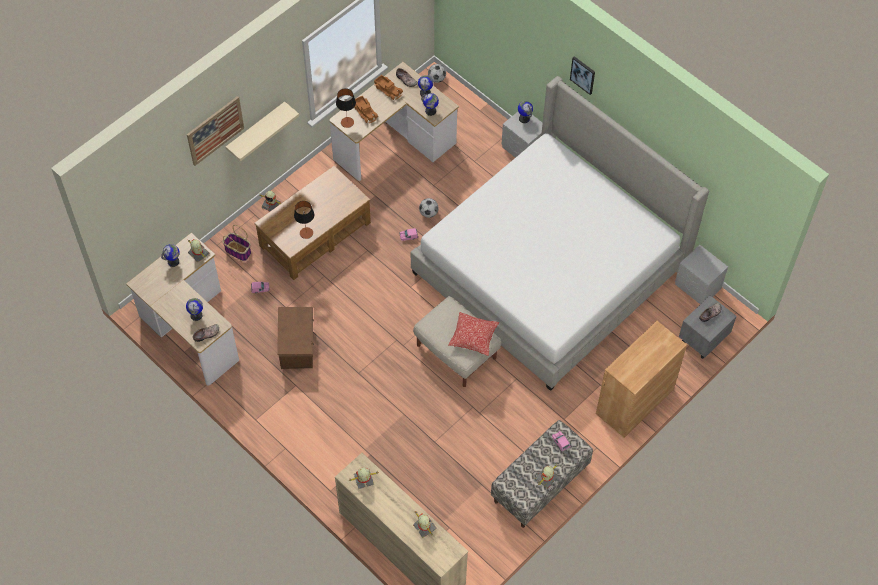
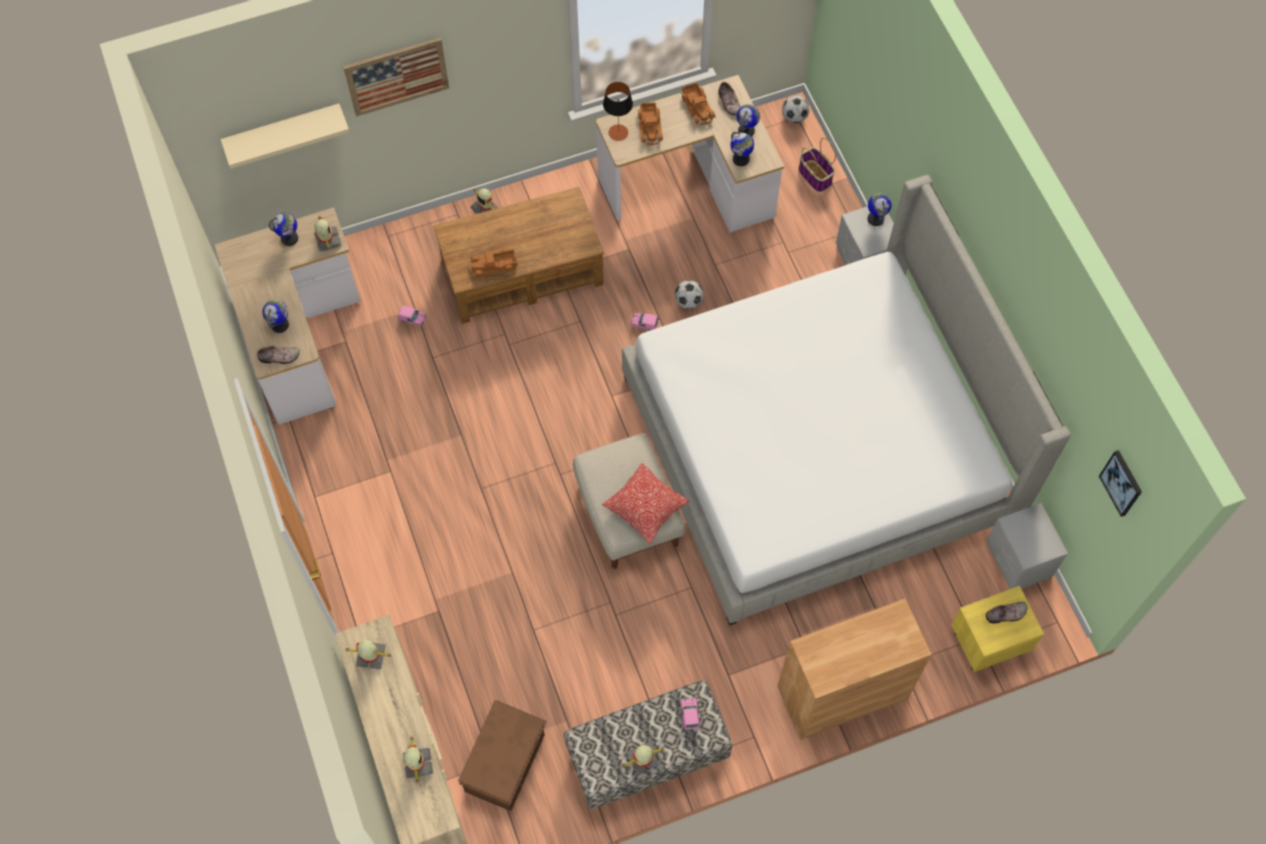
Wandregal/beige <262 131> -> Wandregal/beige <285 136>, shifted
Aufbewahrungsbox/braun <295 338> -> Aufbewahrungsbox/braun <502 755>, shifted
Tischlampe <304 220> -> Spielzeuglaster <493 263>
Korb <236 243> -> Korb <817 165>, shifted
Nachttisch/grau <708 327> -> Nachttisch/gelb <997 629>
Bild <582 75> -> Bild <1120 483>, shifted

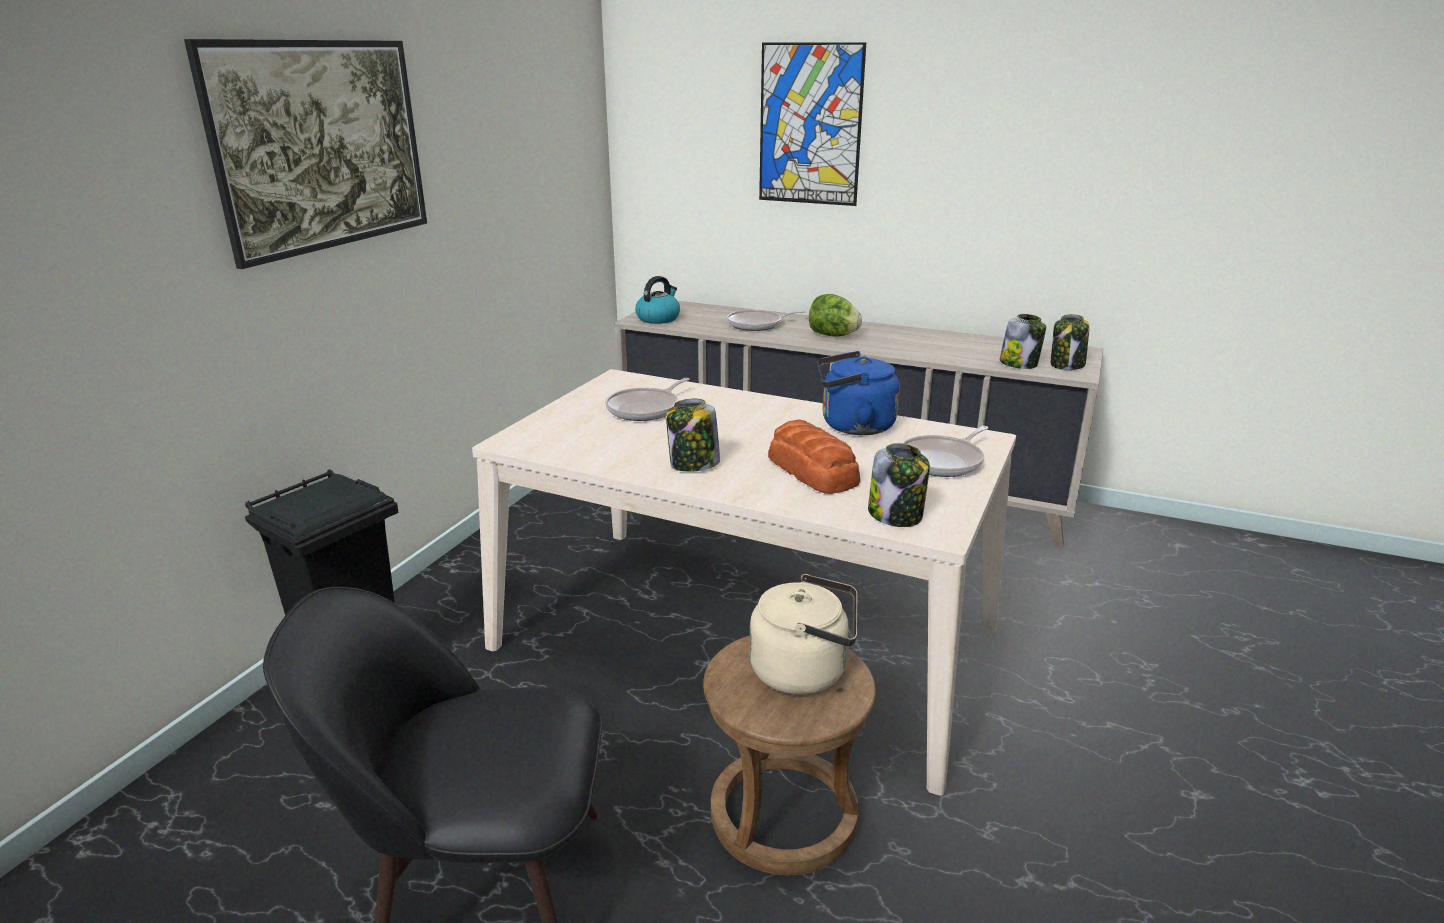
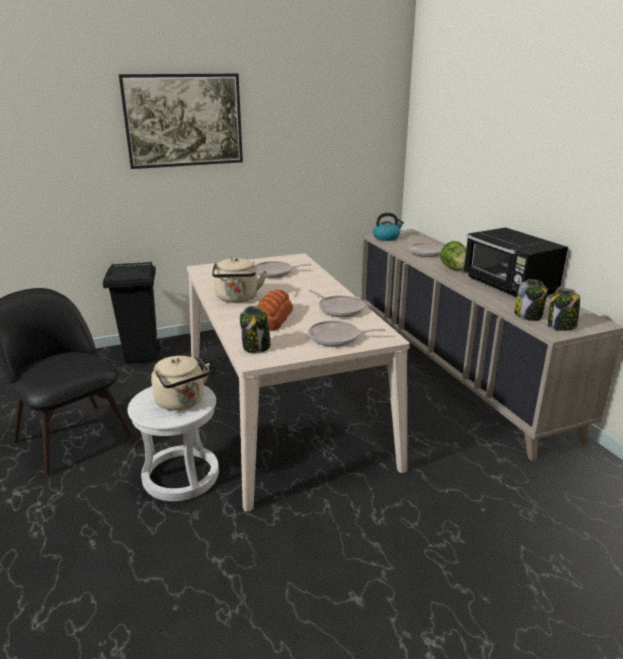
Hocker/braun <789 755> -> Hocker/weiß <173 443>
Vorratsglas <693 435> -> Wasserkessel/beige <239 280>
Wasserkessel/blau <858 393> -> Pfanne <337 303>
none -> Mikrowelle/schwarz <516 262>
Bild <812 124> -> none

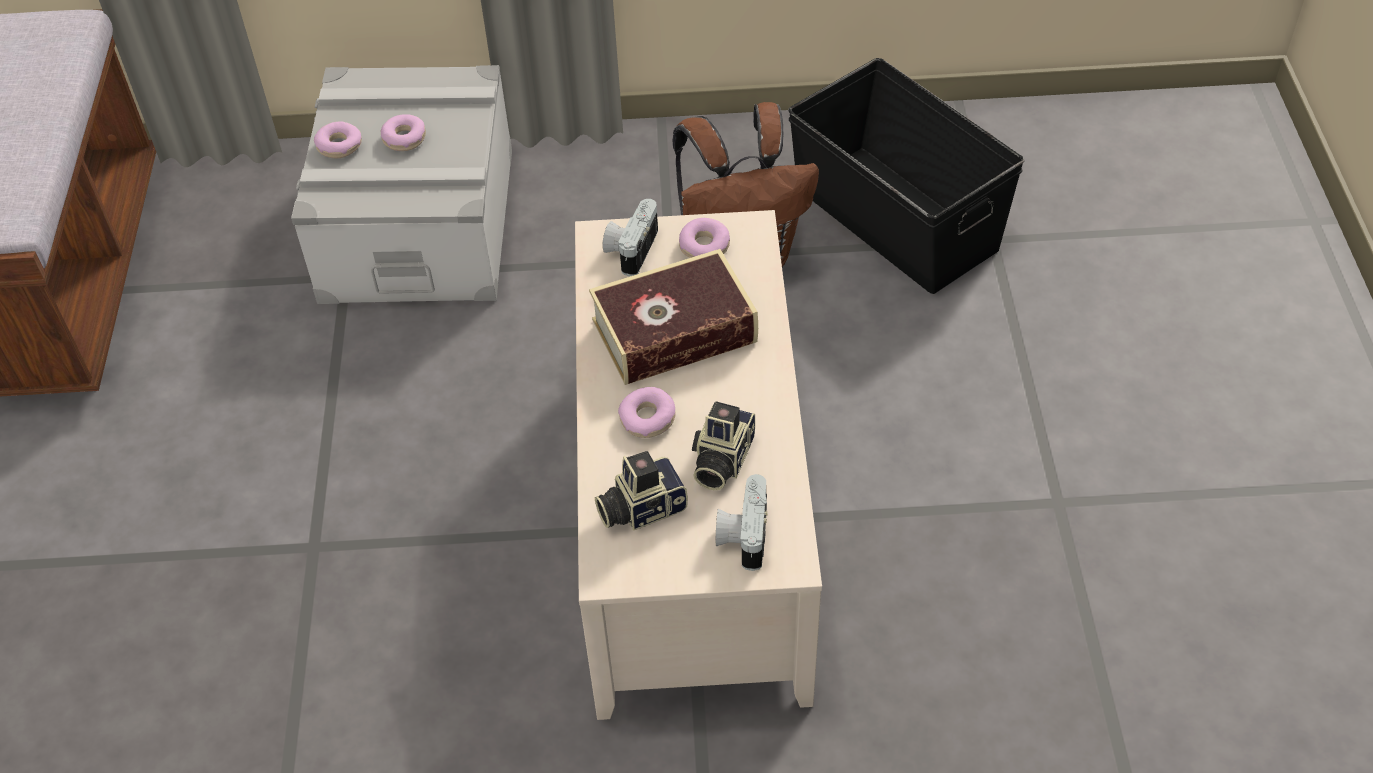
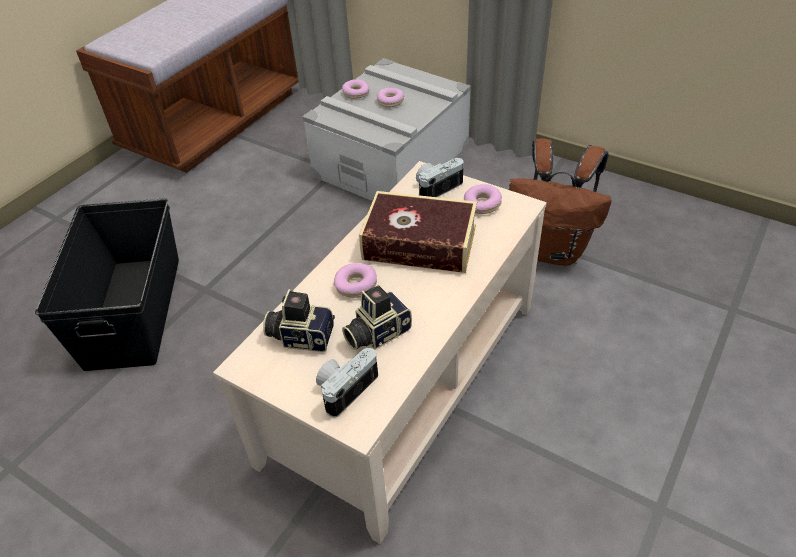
Aufbewahrungsbox/schwarz <906 176> -> Aufbewahrungsbox/schwarz <107 284>, shifted

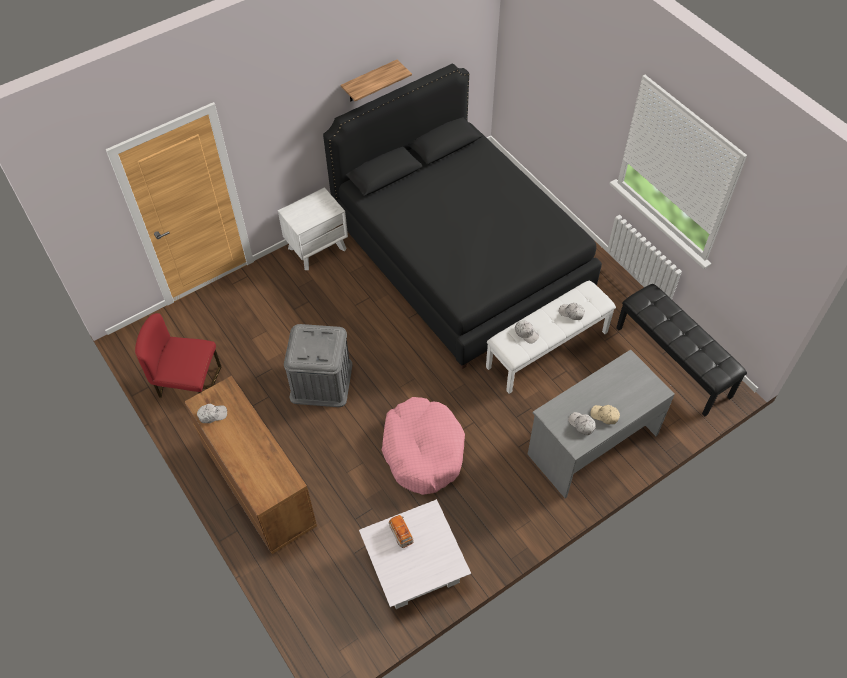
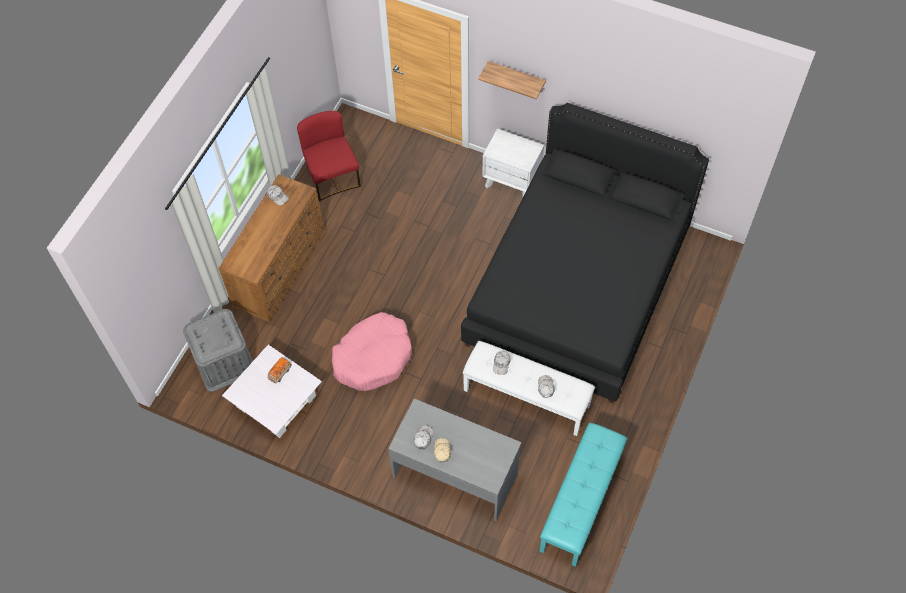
Aufbewahrungsbox/grau <318 365> -> Aufbewahrungsbox/grau <218 350>, shifted
Wandregal <376 80> -> Wandregal <512 80>, shifted
Bank/schwarz <681 350> -> Bank/türkis <583 495>

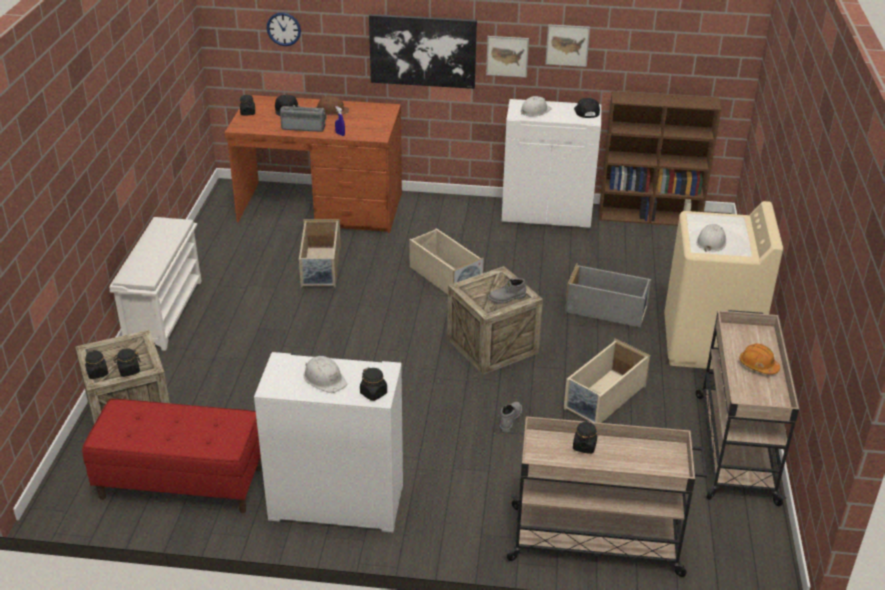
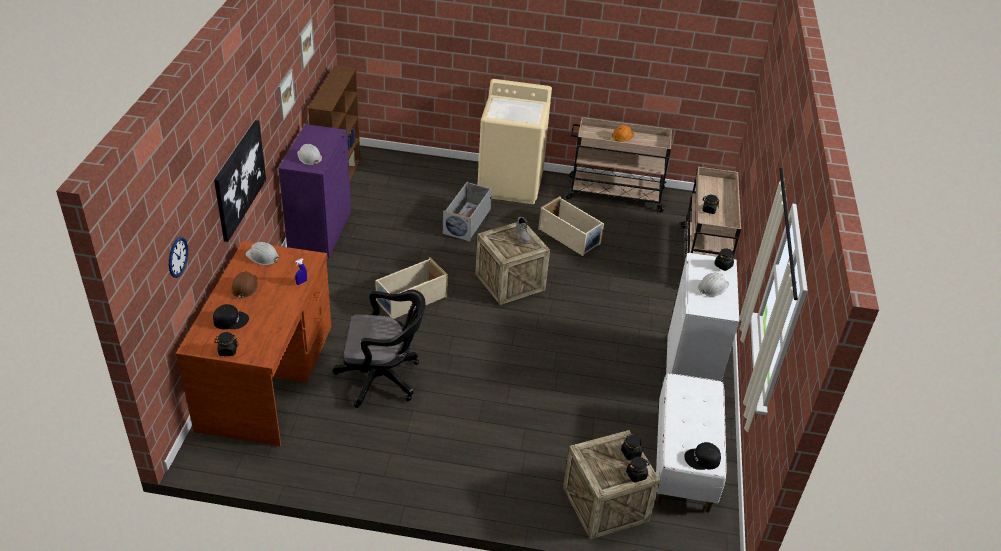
Schutzhelm/weiß <711 238> -> Schutzhelm/weiß <262 253>, shifted
Schrank/weiß <551 164> -> Schrank/lila <315 192>
Bild <507 57> -> Bild <307 44>, shifted
Aufbewahrungsbox/beige <320 253> -> Bürostuhl/schwarz <379 349>
Bank/rot <171 456> -> Bank/weiß <691 443>
Kappe/schwarz <587 108> -> Kappe/schwarz <702 456>, shifted
Schuhregal/weiß <155 284> -> none
Radio <303 118> -> none
Stiefel/grau <511 417> -> none

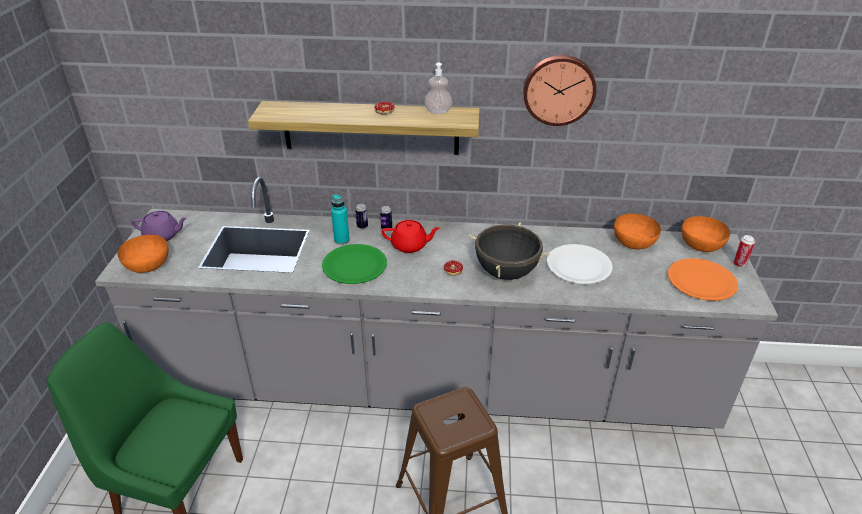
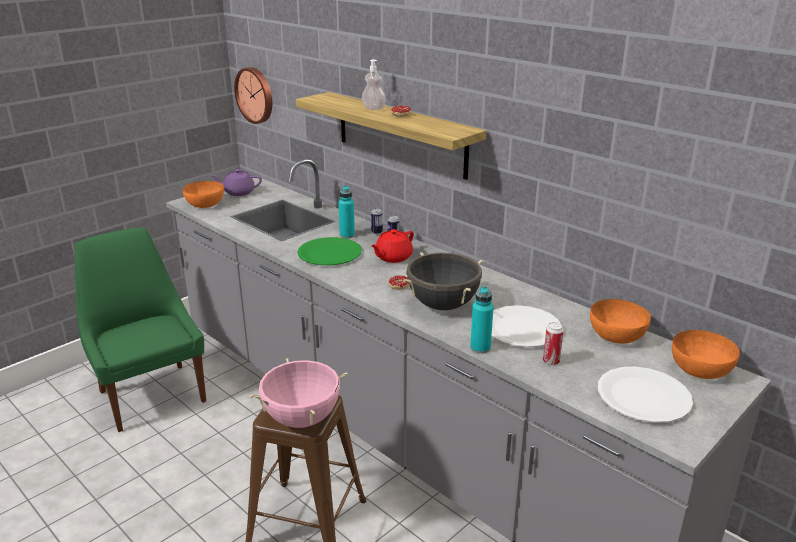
Teekanne/lila <159 226> -> Teekanne/lila <236 182>, 135 degrees clockwise
Wanduhr <559 90> -> Wanduhr <253 95>, shifted
none -> Kochtopf/rosa <299 393>
Seifenspender <438 88> -> Seifenspender <374 85>, shifted
Teekanne/rot <411 236> -> Teekanne/rot <392 246>, 90 degrees clockwise
none -> Flasche/türkis <482 320>
Dose <744 251> -> Dose <553 343>, shifted
Teller/orange <702 279> -> Teller/weiß <645 394>

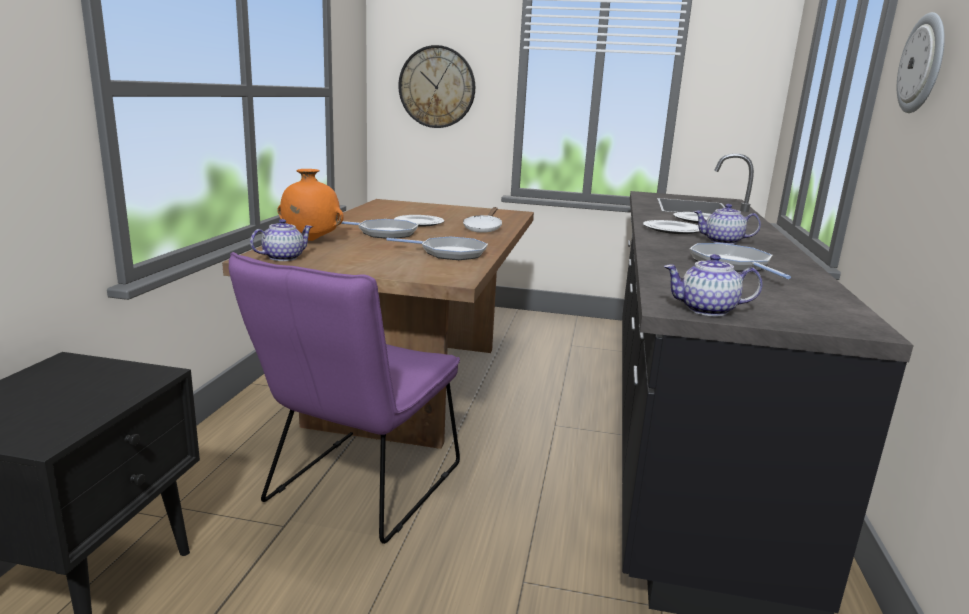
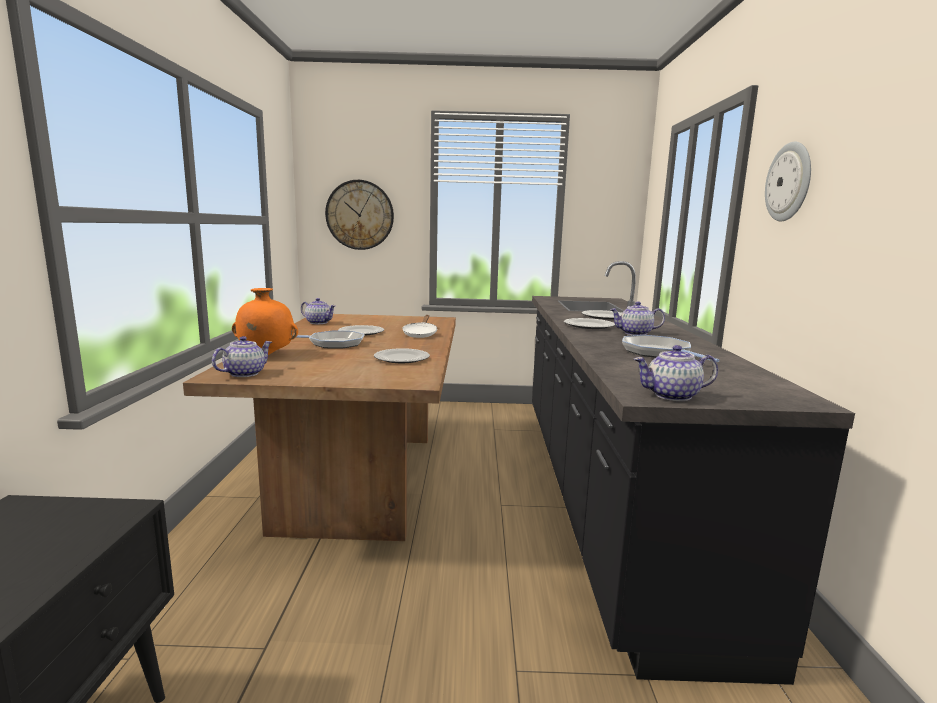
none -> Teekanne <318 311>
Pfanne <437 248> -> Teller <402 355>
Stuhl/lila <344 398> -> none

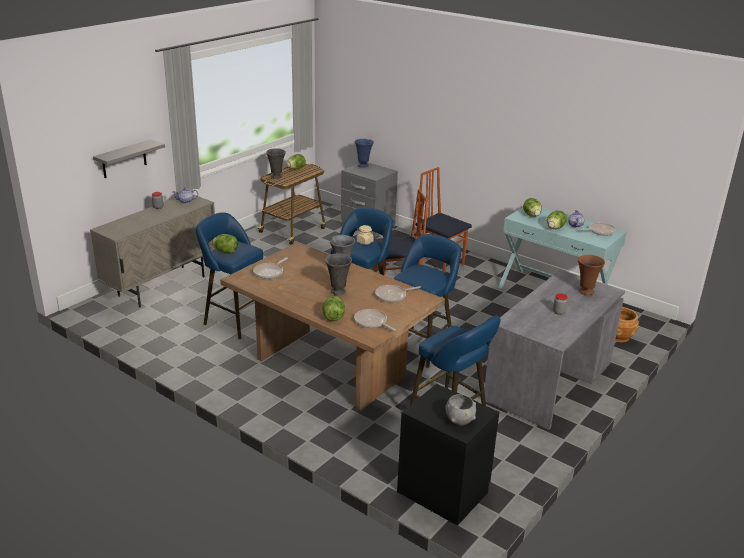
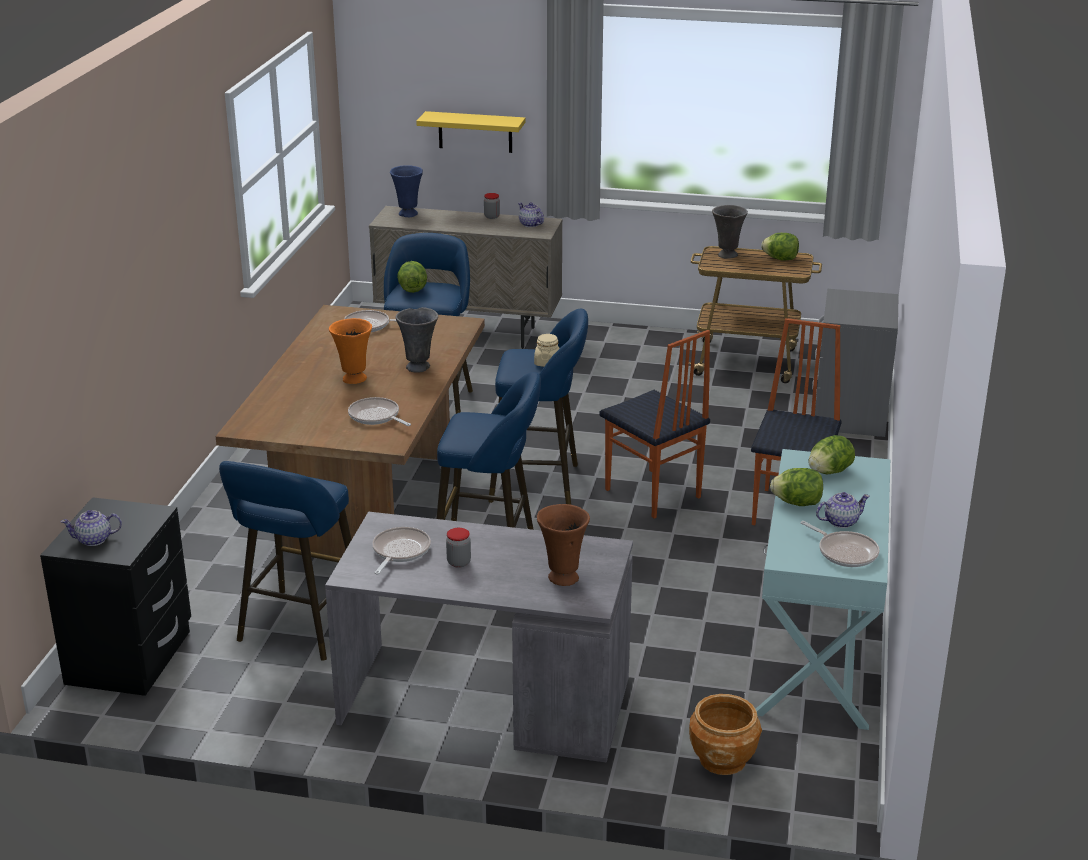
Schüssel/grau <460 409> -> Teekanne <91 528>
Vase/grau <338 275> -> Vase/orange <350 351>
Pfanne <375 320> -> Pfanne <401 551>, shifted
Vase/blau <364 153> -> Vase/blau <406 191>, shifted
Wandregal/grau <129 158> -> Wandregal/gelb <471 132>
Salatkopf <333 308> -> none

